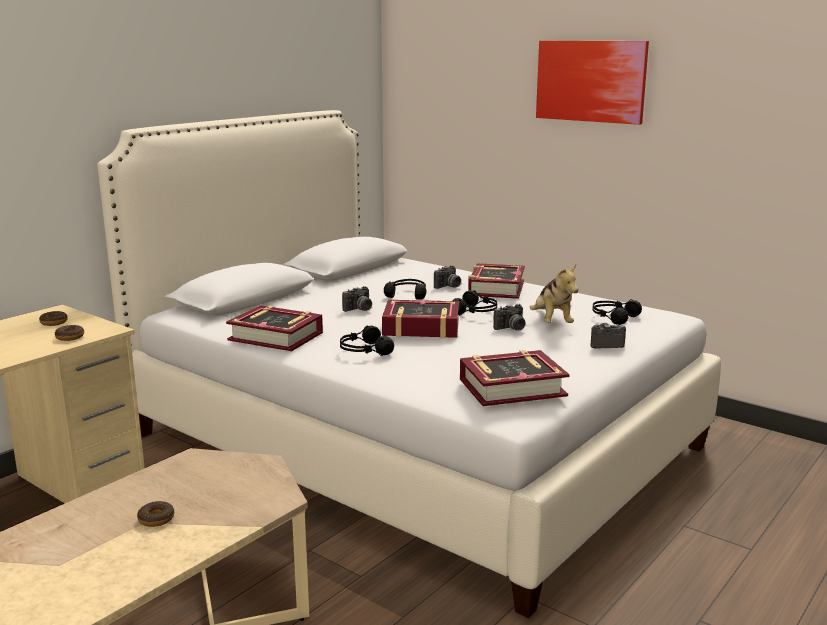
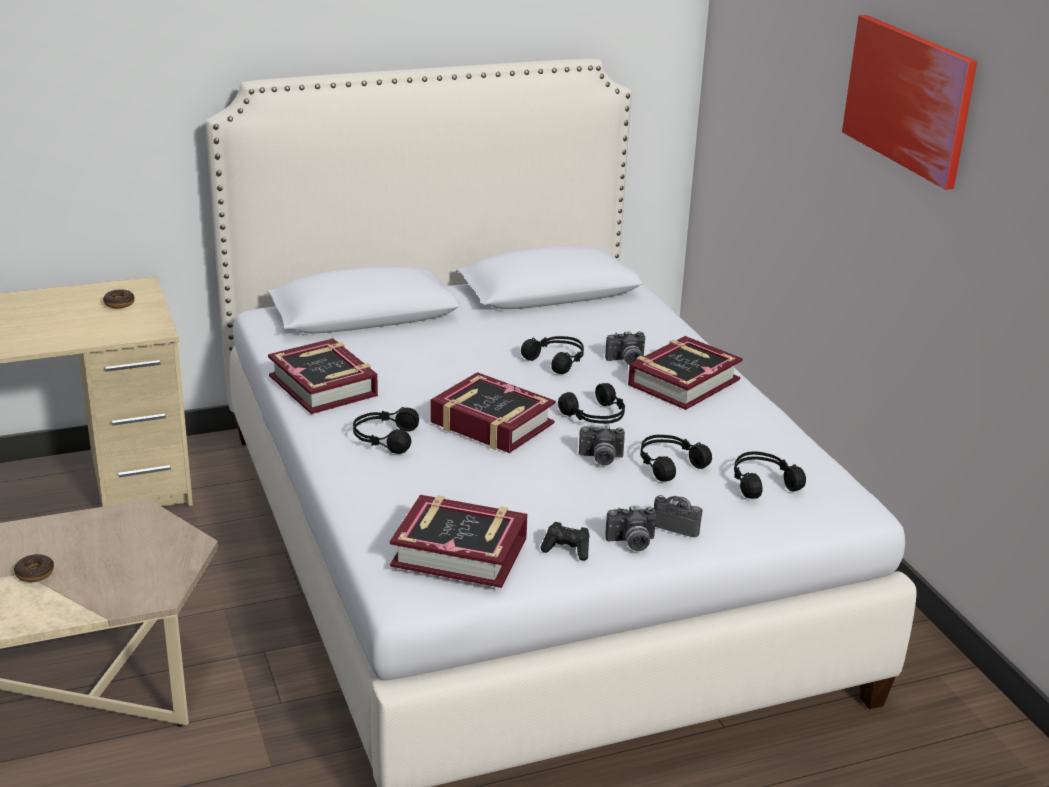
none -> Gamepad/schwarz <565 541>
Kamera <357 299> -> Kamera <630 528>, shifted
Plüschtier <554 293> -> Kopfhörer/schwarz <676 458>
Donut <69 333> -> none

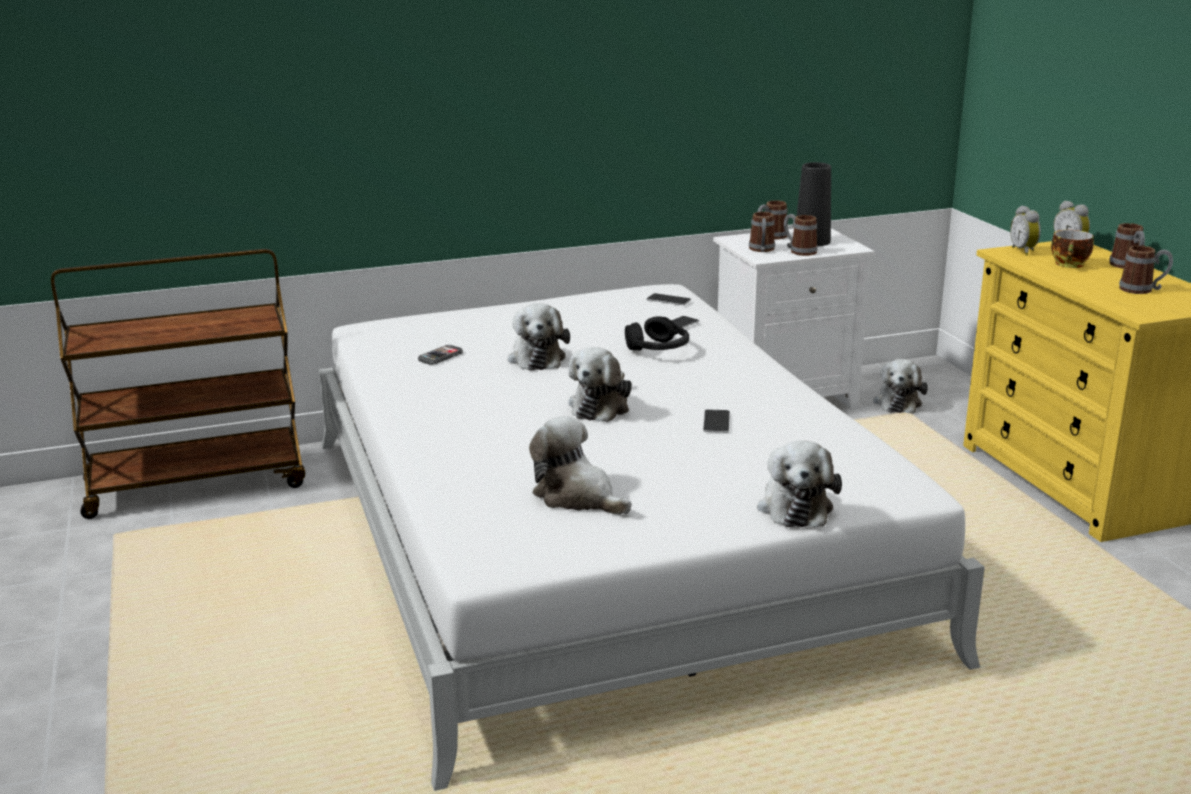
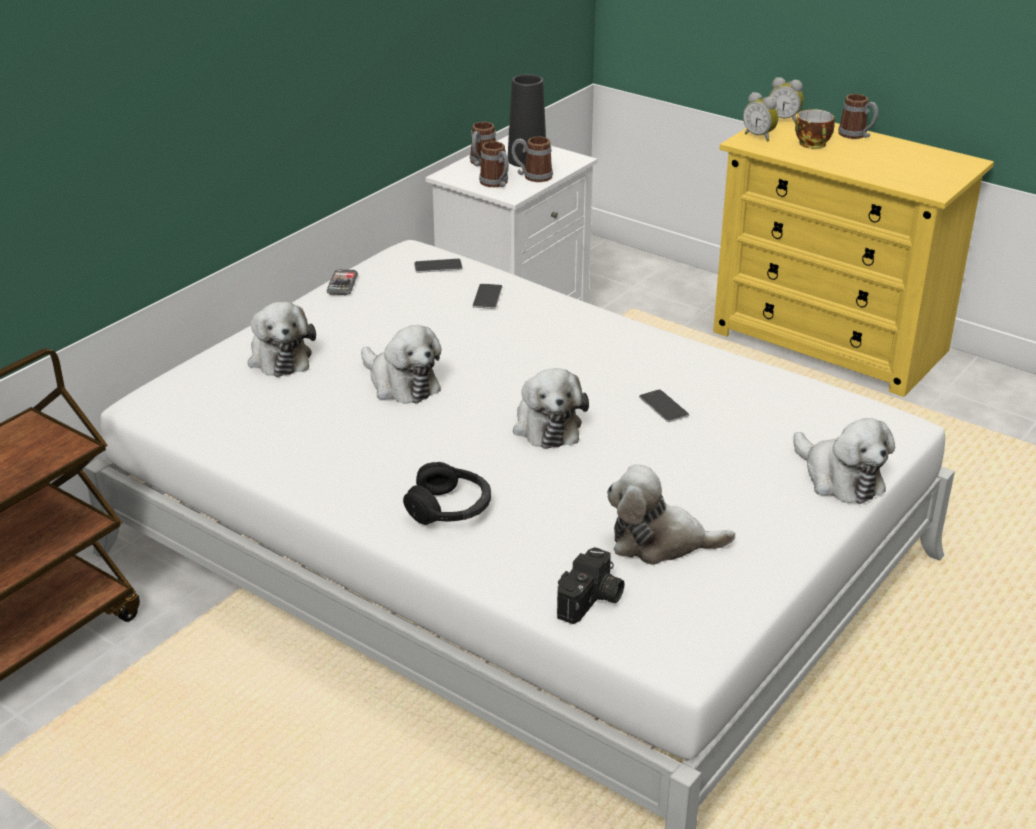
Plüschtier <900 386> -> Plüschtier <282 339>, shifted
Handy <440 355> -> Handy <342 282>, shifted
Kopfhörer/schwarz <657 333> -> Kopfhörer/schwarz <447 493>, shifted
none -> Kamera <590 585>
Henkelbecher <1146 269> -> none

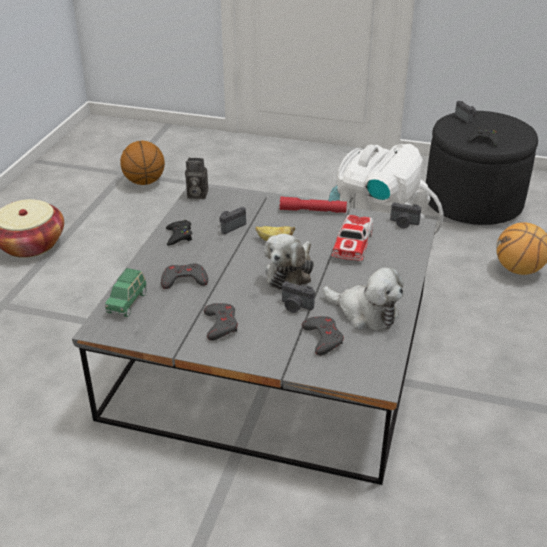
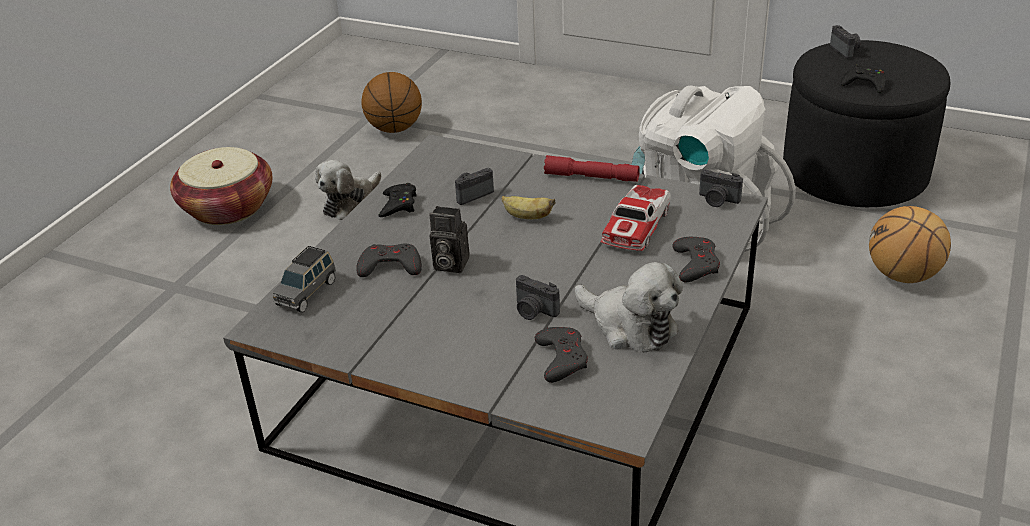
Spielzeugauto/grün <126 292> -> Spielzeugauto/grau <304 279>
Plüschtier <289 261> -> Plüschtier <348 190>, shifted
Kamera <196 178> -> Kamera <449 239>, shifted
Gamepad/grau <221 322> -> Gamepad/grau <696 260>, shifted

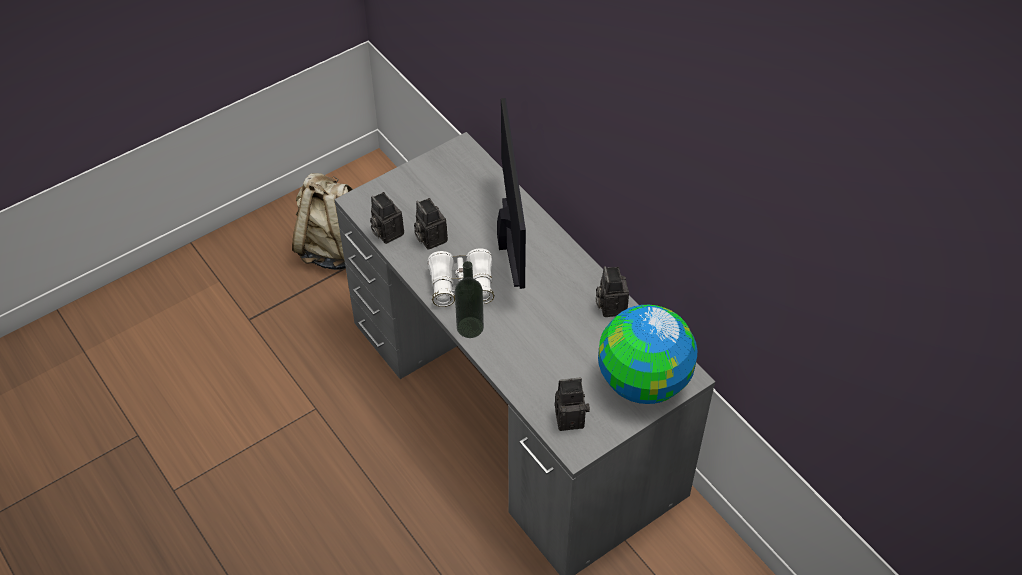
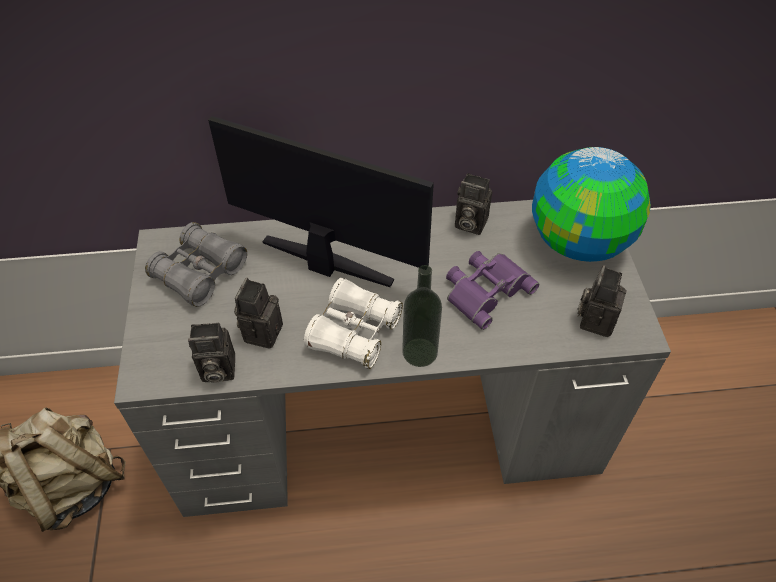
none -> Fernglas/grau <196 264>
Kamera <431 224> -> Kamera <258 313>, 105 degrees clockwise
none -> Fernglas/lila <492 290>

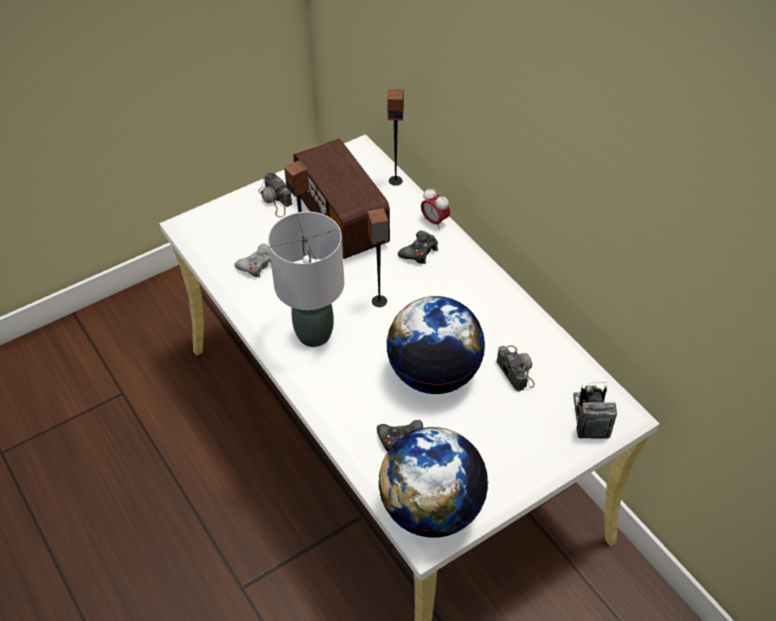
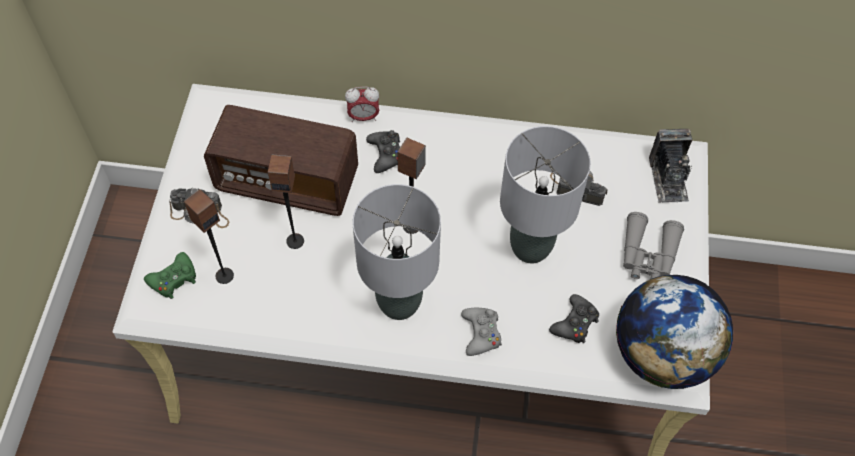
none -> Gamepad/grün <170 275>
Lautsprecher <396 137> -> Lautsprecher <209 236>, shifted
Gamepad/grau <252 261> -> Gamepad/grau <481 332>, shifted
Globus <435 345> -> Tischlampe/grau <545 194>
none -> Fernglas/grau <653 245>
Kamera <595 410> -> Kamera <670 166>, 135 degrees counterclockwise

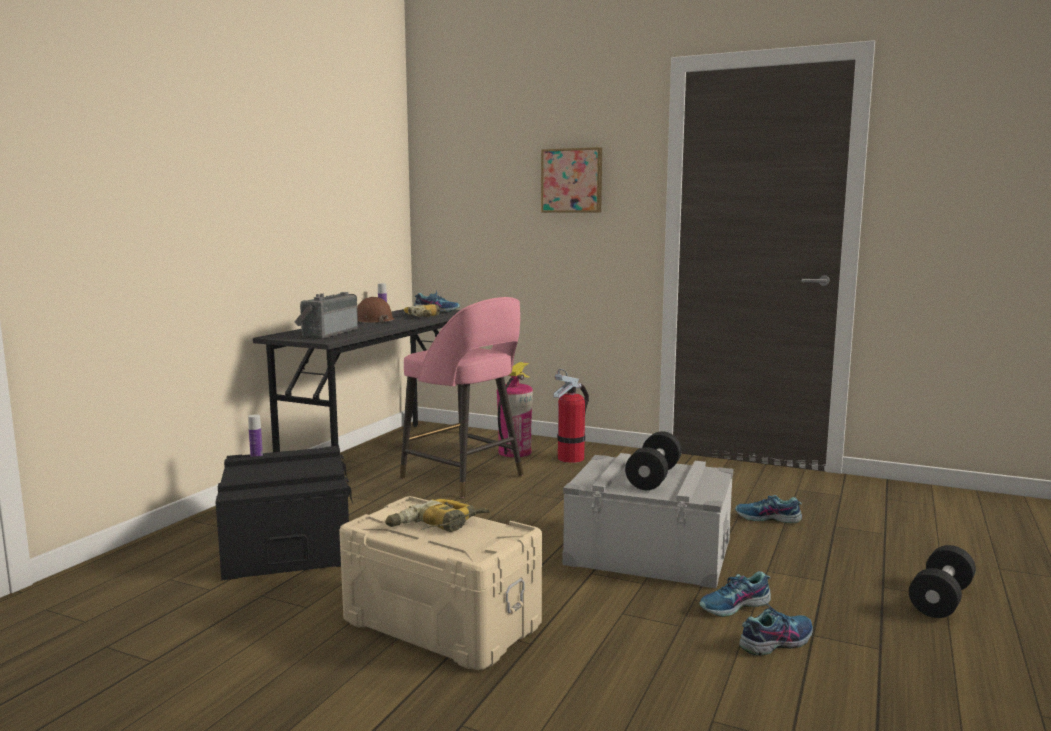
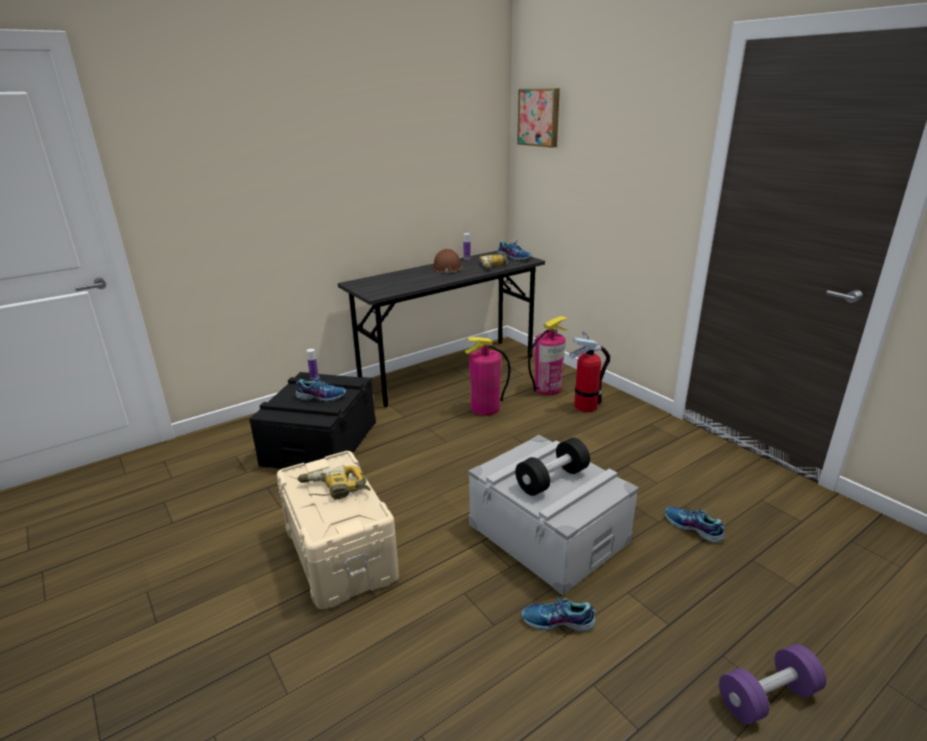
Schuh <776 627> -> Schuh <321 387>, shifted
Hocker/rosa <462 397> -> Feuerlöscher <487 376>
Bild <571 180> -> Bild <538 118>, shifted
Hantel/schwarz <942 581> -> Hantel/lila <772 684>
Radio <326 315> -> none

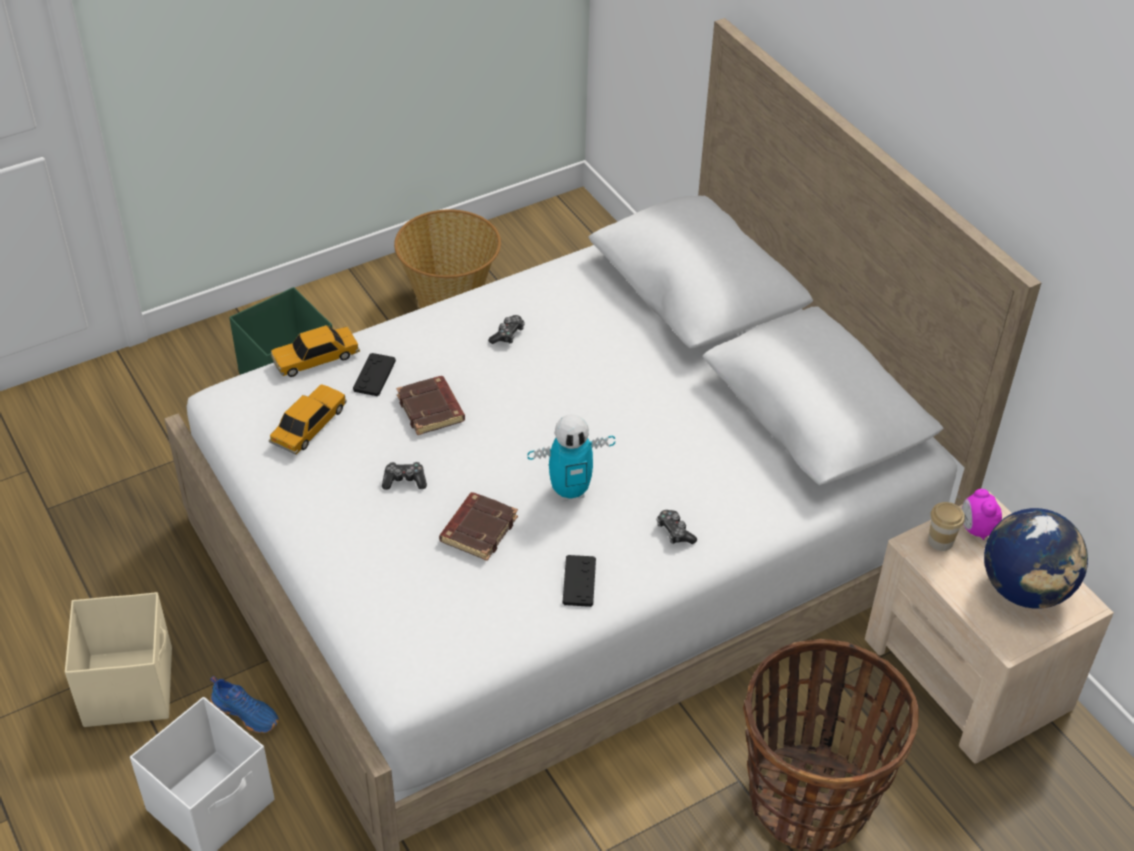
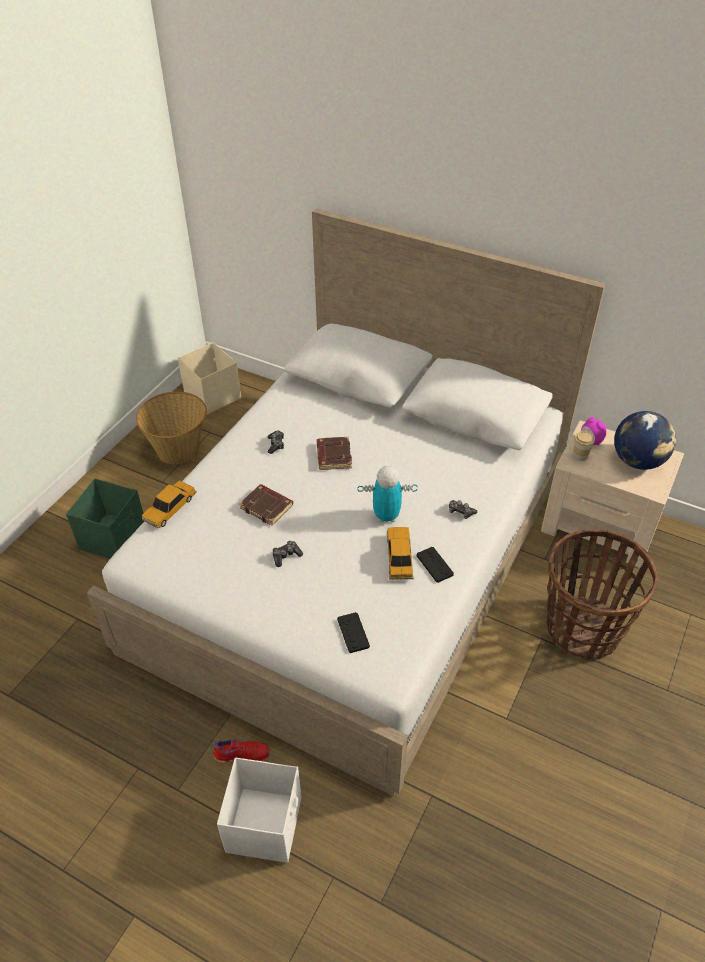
Aufbewahrungsbox/beige <118 659> -> Aufbewahrungsbox/beige <209 378>, shifted
Schuh/blau <244 704> -> Schuh/rot <241 751>
Buch/braun <478 526> -> Buch/braun <334 453>, shifted
Gamepad/schwarz <374 374> -> Gamepad/schwarz <353 632>, shifted
Spielzeugroboter <571 457> -> Spielzeugroboter <387 494>, 135 degrees counterclockwise
Spielzeugauto <308 419> -> Spielzeugauto <400 553>, shifted

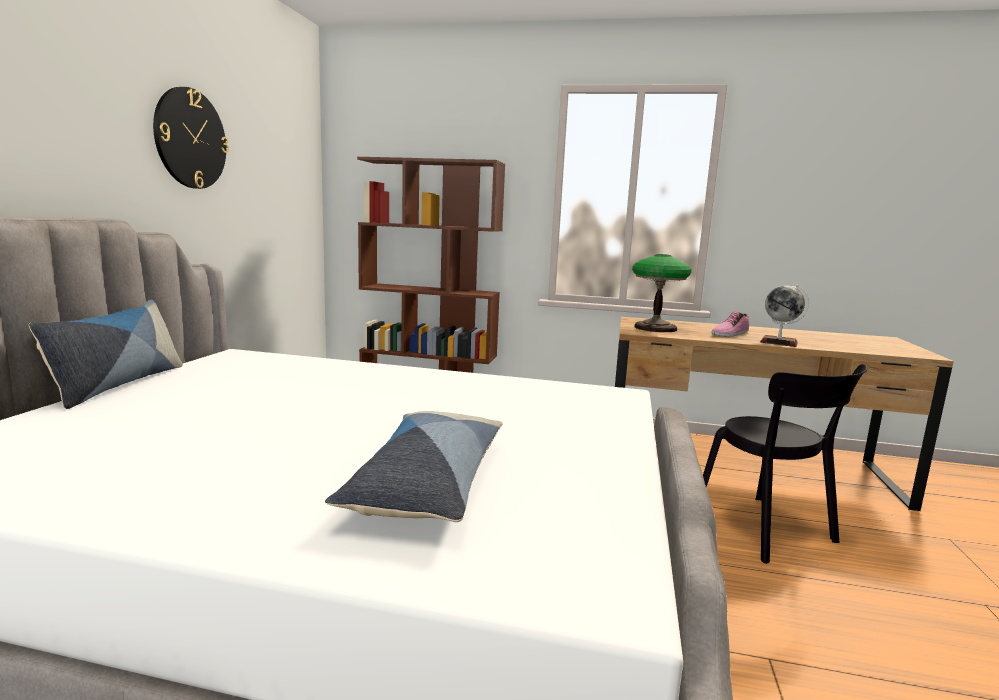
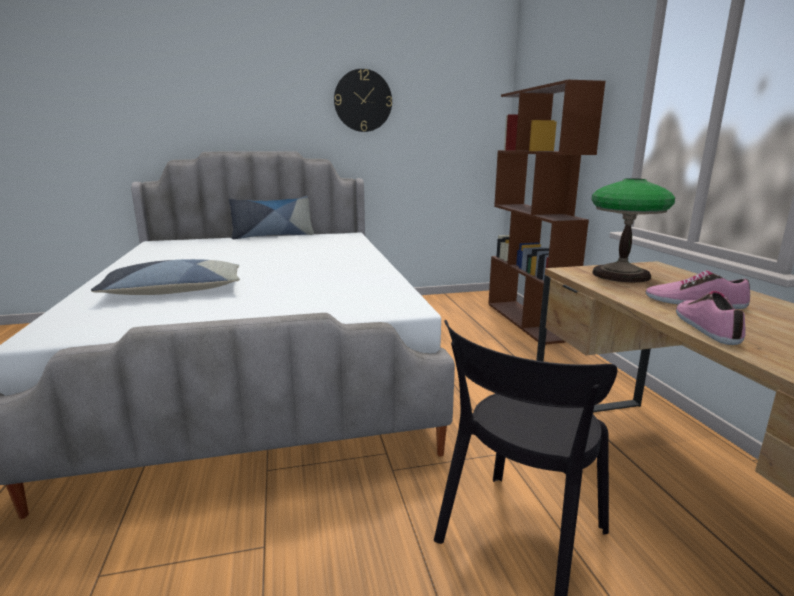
Globus <784 315> -> Schuh <710 318>

